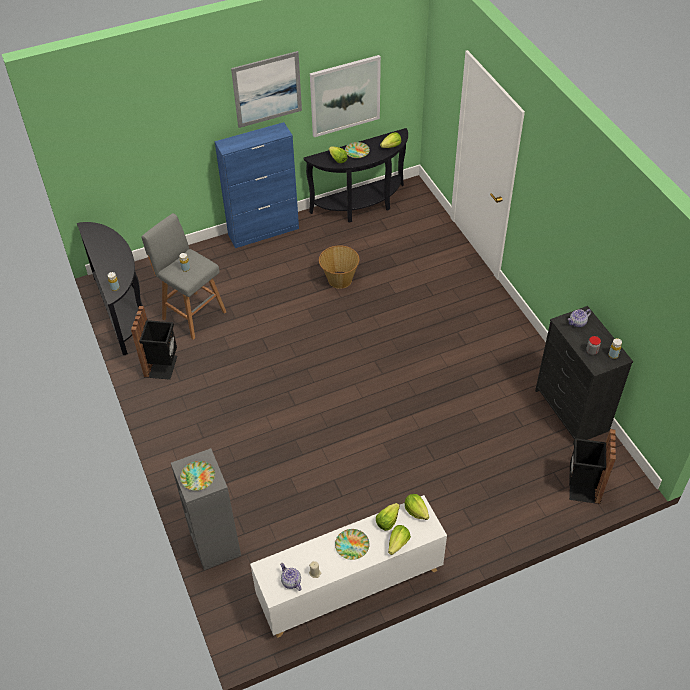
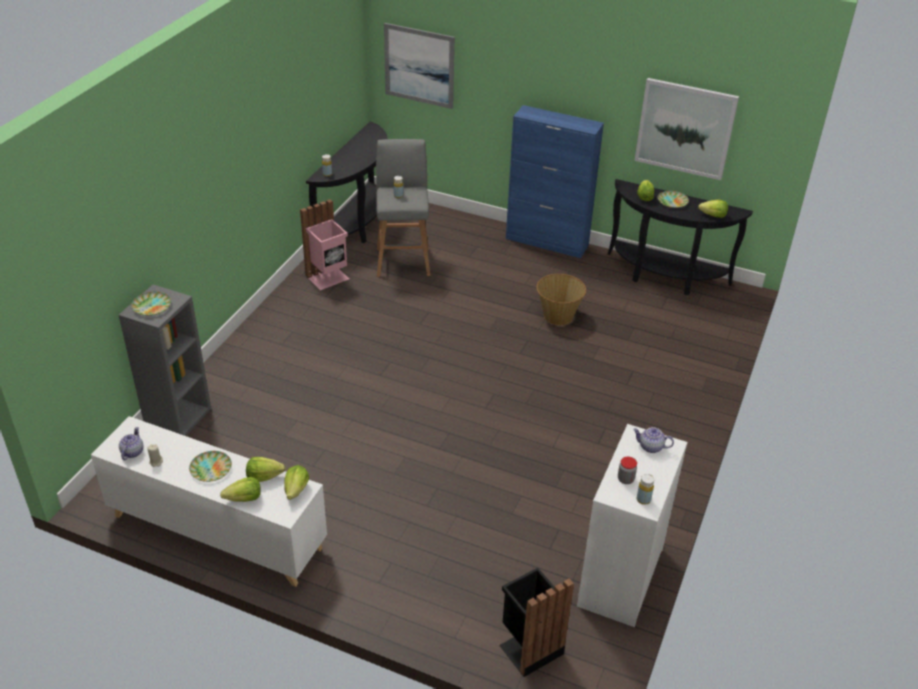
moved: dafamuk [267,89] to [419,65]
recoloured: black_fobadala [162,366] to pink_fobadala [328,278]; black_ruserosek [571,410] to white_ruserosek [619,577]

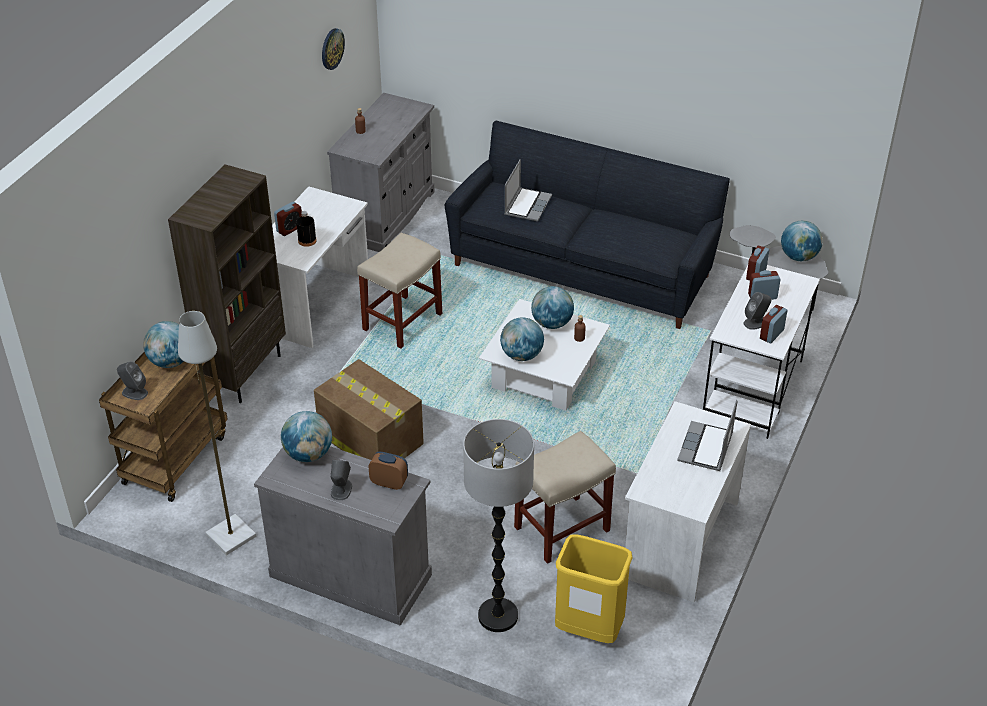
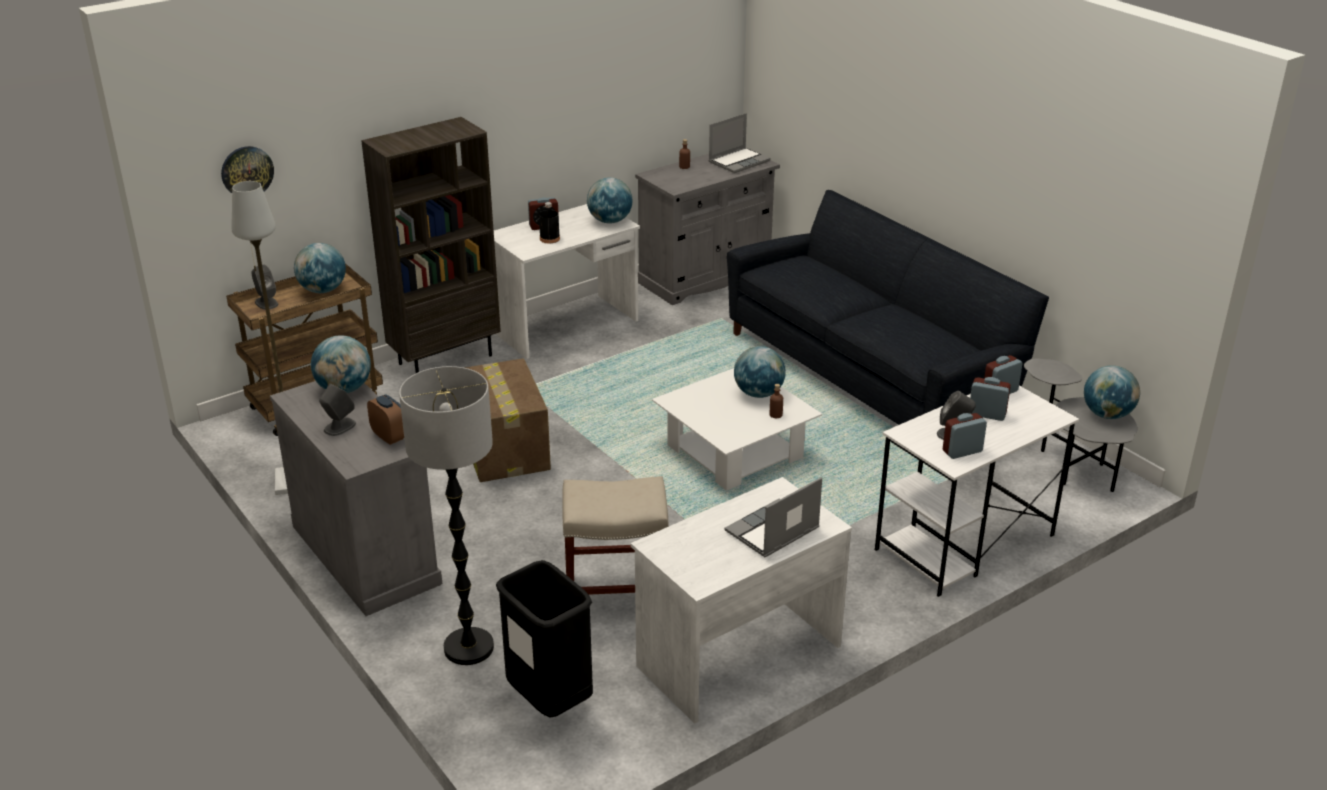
removed: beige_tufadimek [402,322]
moved: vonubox [332,48] to [247,171]; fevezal [521,355] to [610,221]; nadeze [527,205] to [739,161]
recoloured: yellow_fobadala [588,630] to black_fobadala [549,701]

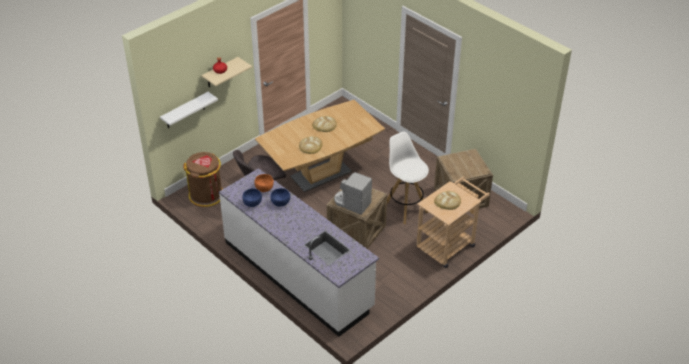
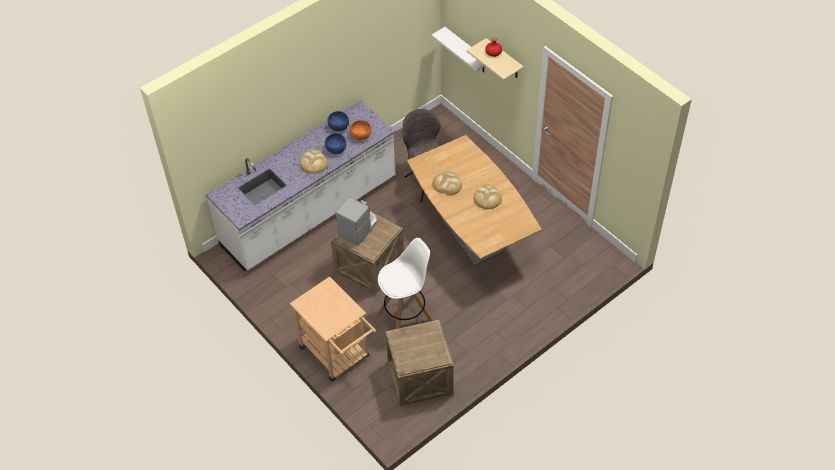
removed: brown_fobadala [206,195]
moved: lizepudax [447,201] to [313,163]

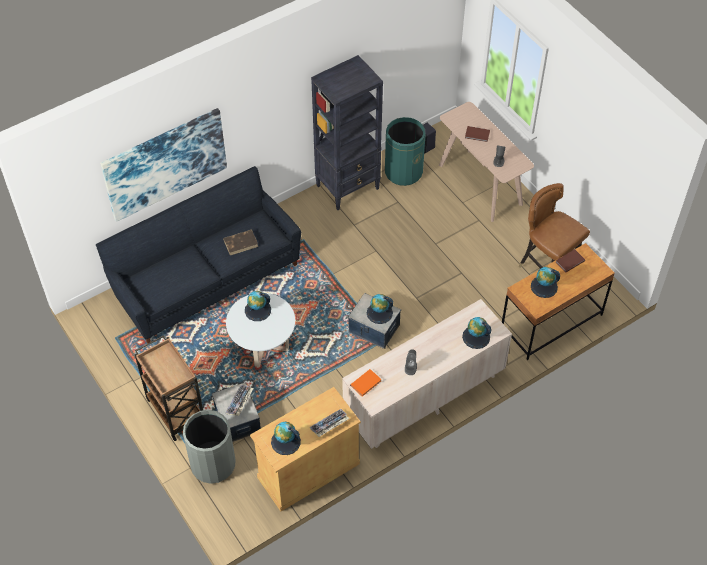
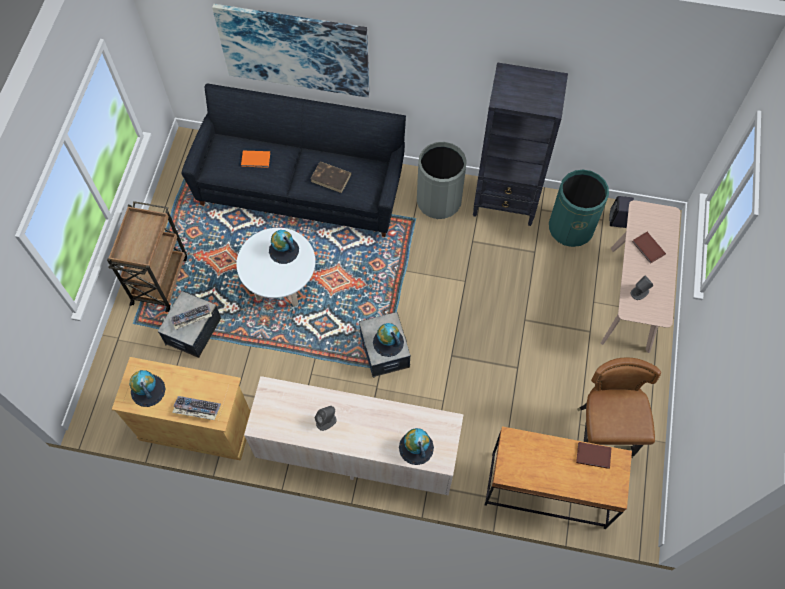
removed: fevezal [544,287]
moved: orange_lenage [366,383] to [256,160]; grey_fobadala [213,464] to [439,201]

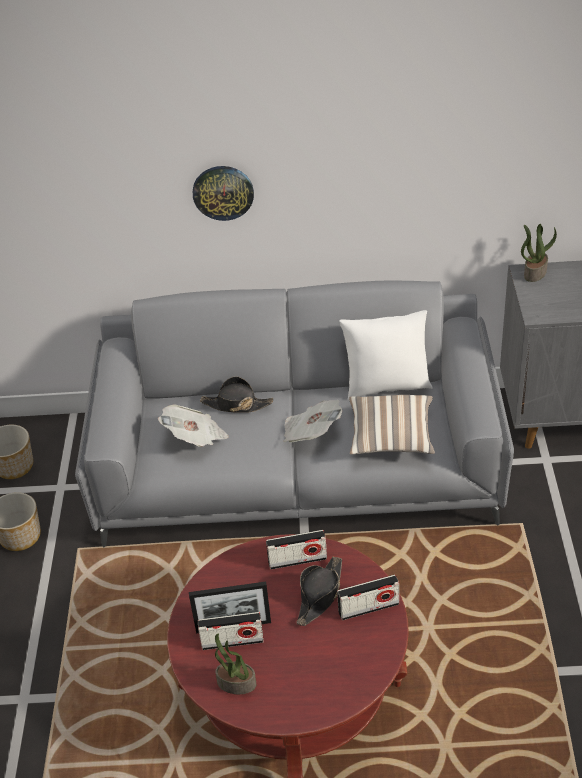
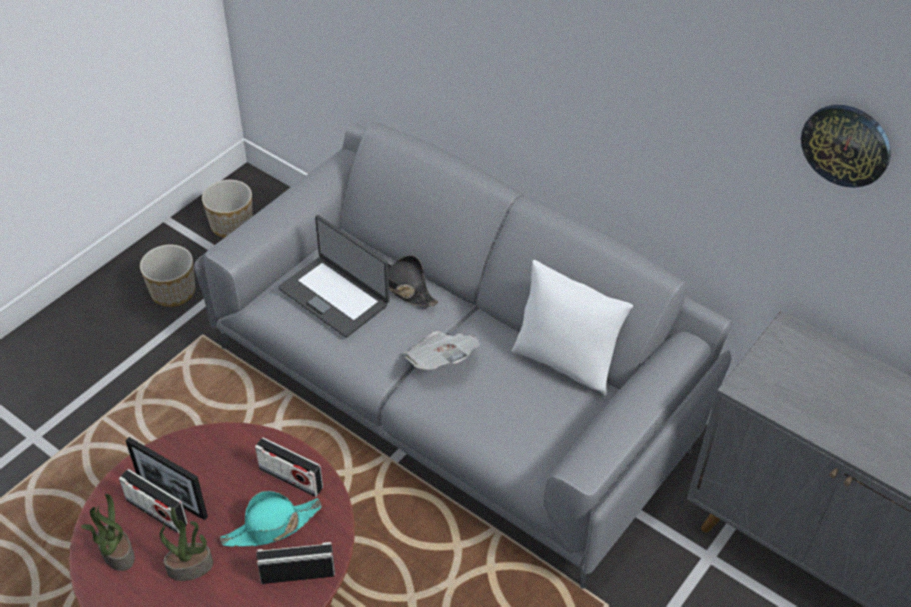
removed: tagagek [391,437]
moved: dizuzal [535,272] to [190,566]; vonubox [223,192] to [846,145]
replaced: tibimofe [196,438] to nadeze [335,296]
recoloured: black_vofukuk [320,595] to turquoise_vofukuk [272,527]
turned: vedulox [368,608] = [297,573] 150 degrees clockwise

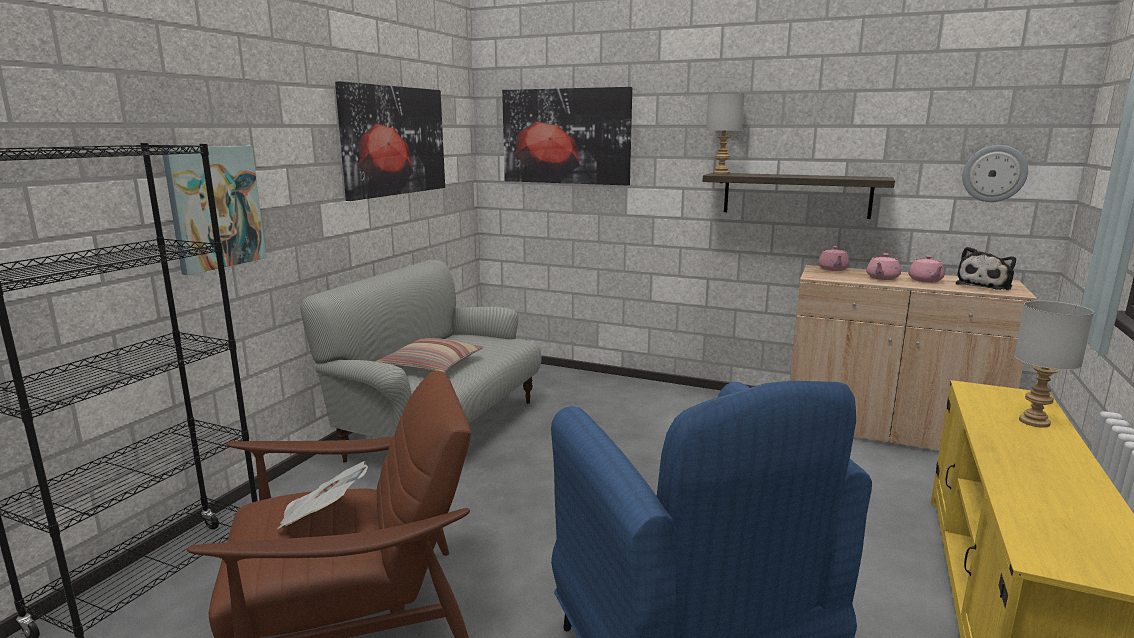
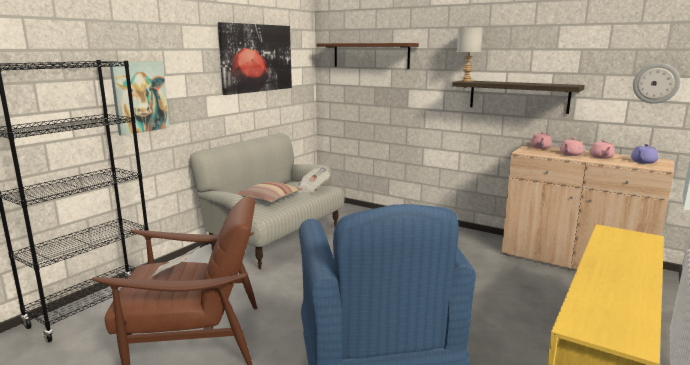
removed: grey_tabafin [1035,422]
added: tibimofe [312,189]
replaced: dafamuk [566,136] to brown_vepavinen [370,55]; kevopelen [985,285] to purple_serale [643,162]

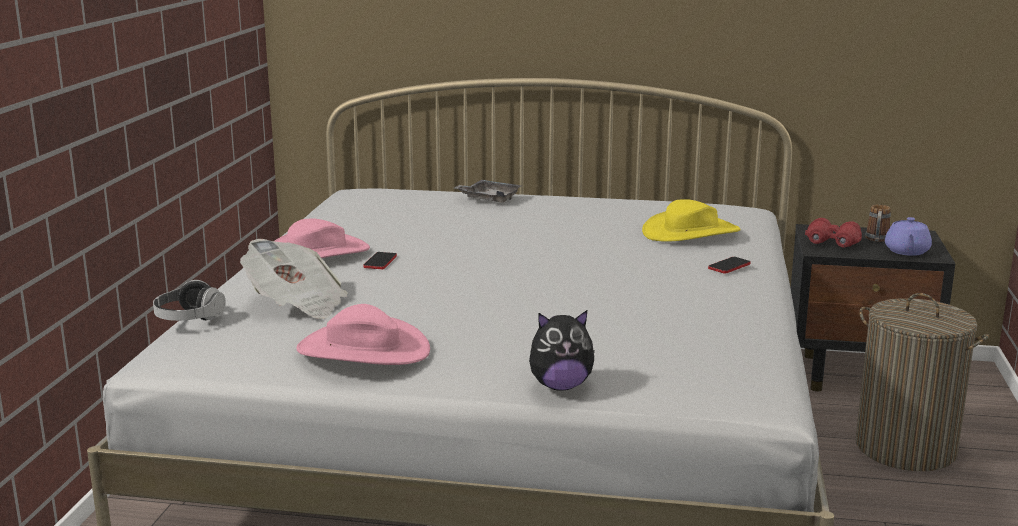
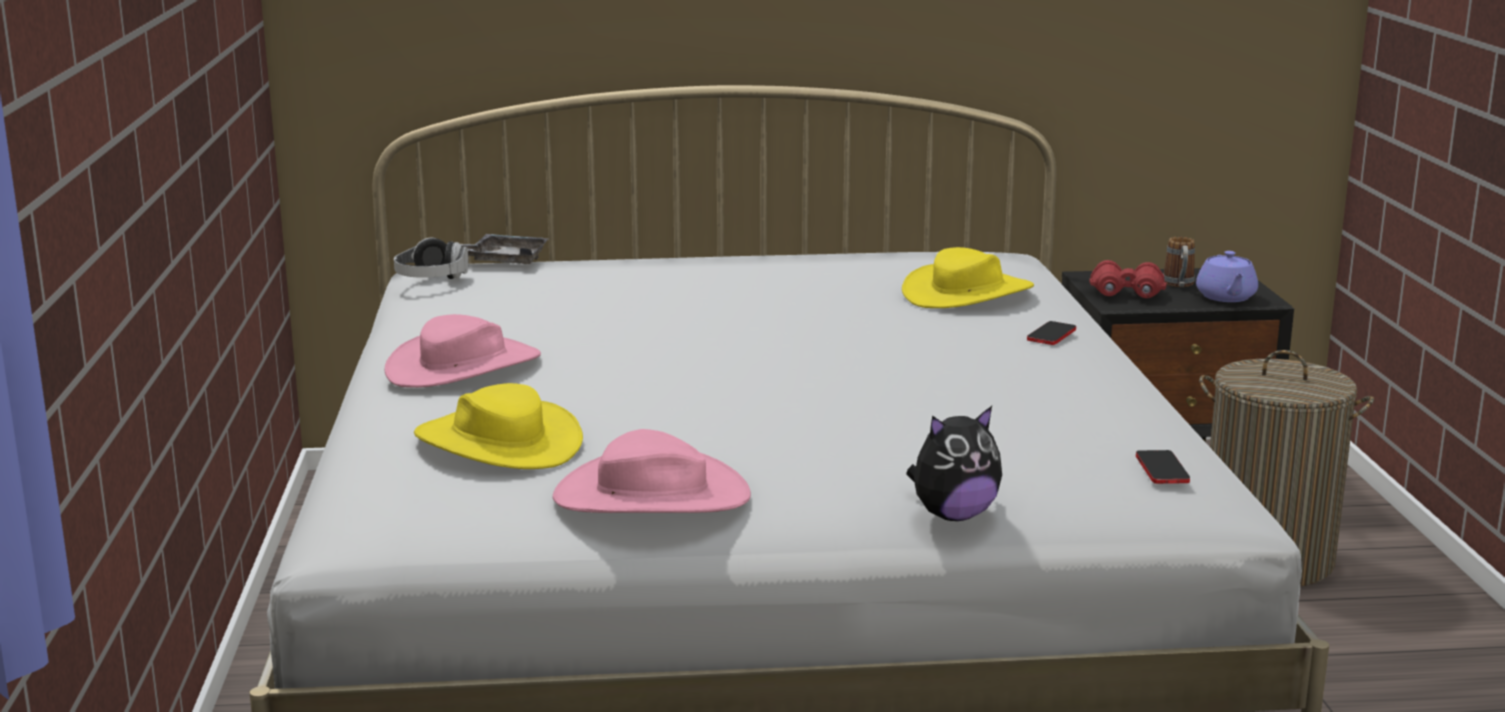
moved: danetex [189,319] to [431,280]; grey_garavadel [489,198] to [505,260]; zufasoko [380,262] to [1162,469]
replaced: tibimofe [296,304] to yellow_vofukuk [499,442]

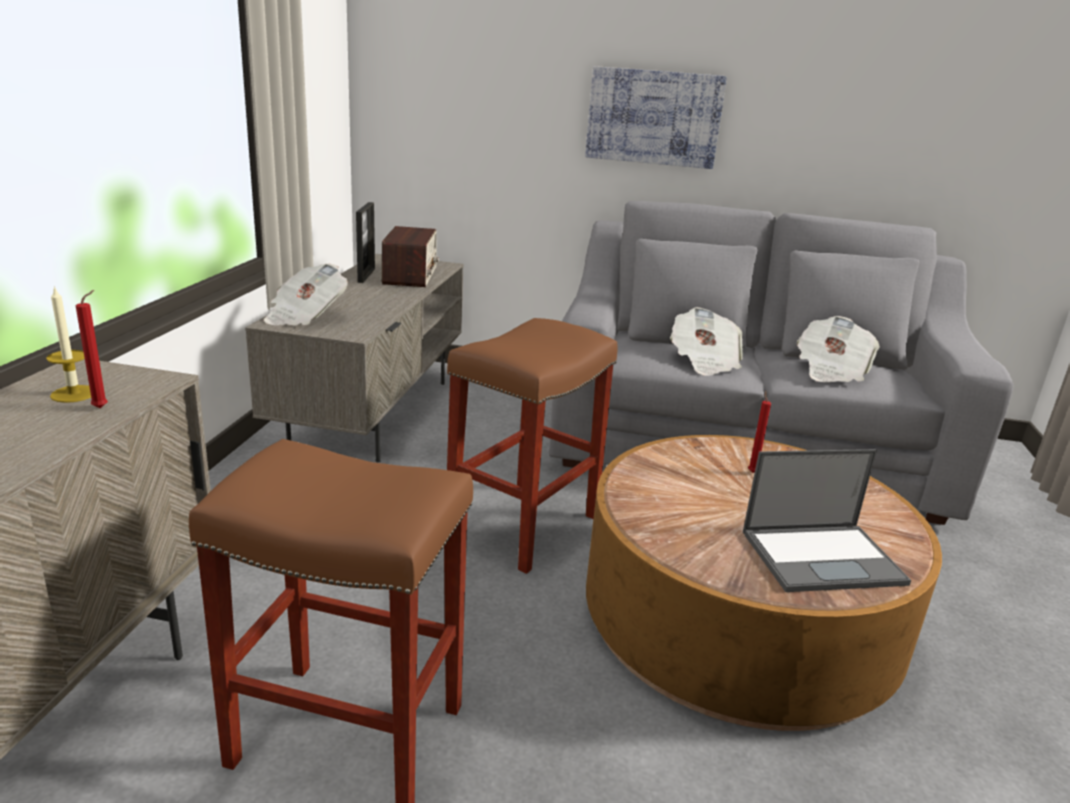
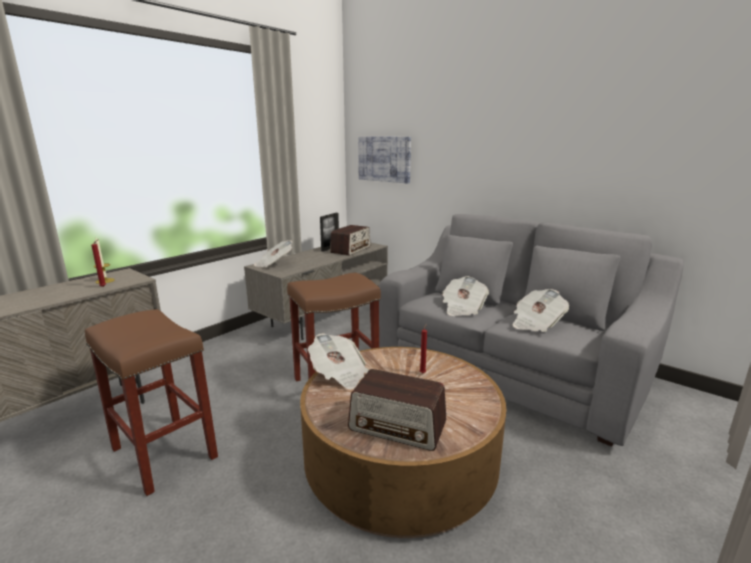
added: tibimofe [339,374]
moved: dafamuk [653,117] to [384,159]
replaced: nadeze [823,557] to vedulox [398,426]

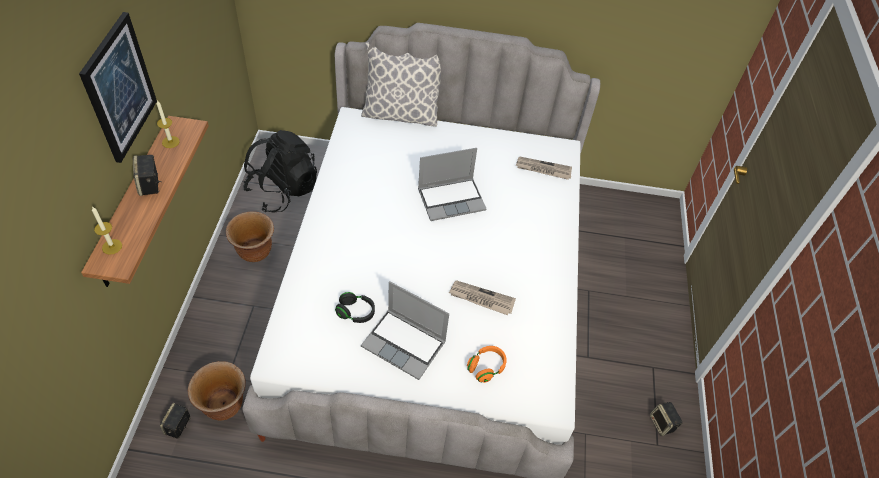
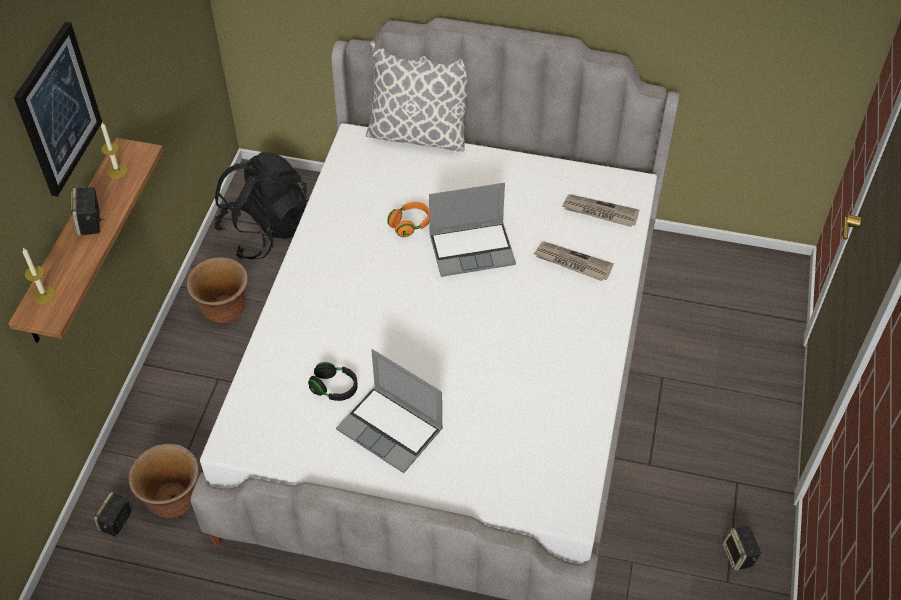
moved: orange_danetex [486,367] to [410,225]; tibimofe [481,299] to [572,263]

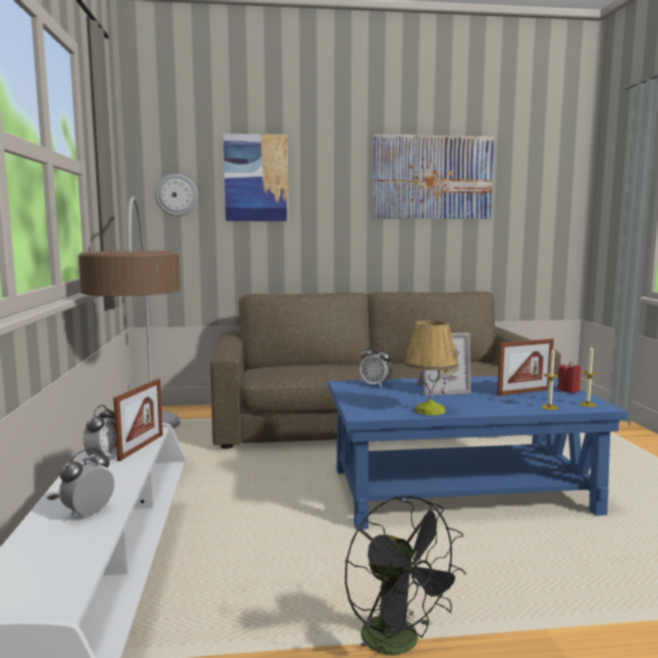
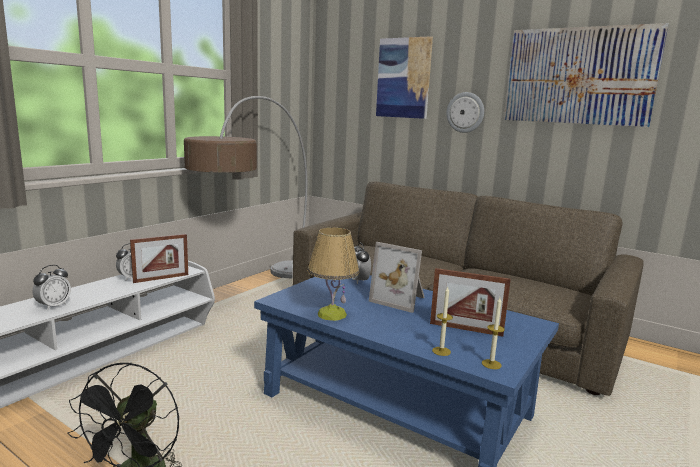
removed: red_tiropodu [568,390]
moved: vonubox [176,195] to [465,112]
turned: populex [89,513] = [53,306] 135 degrees clockwise

